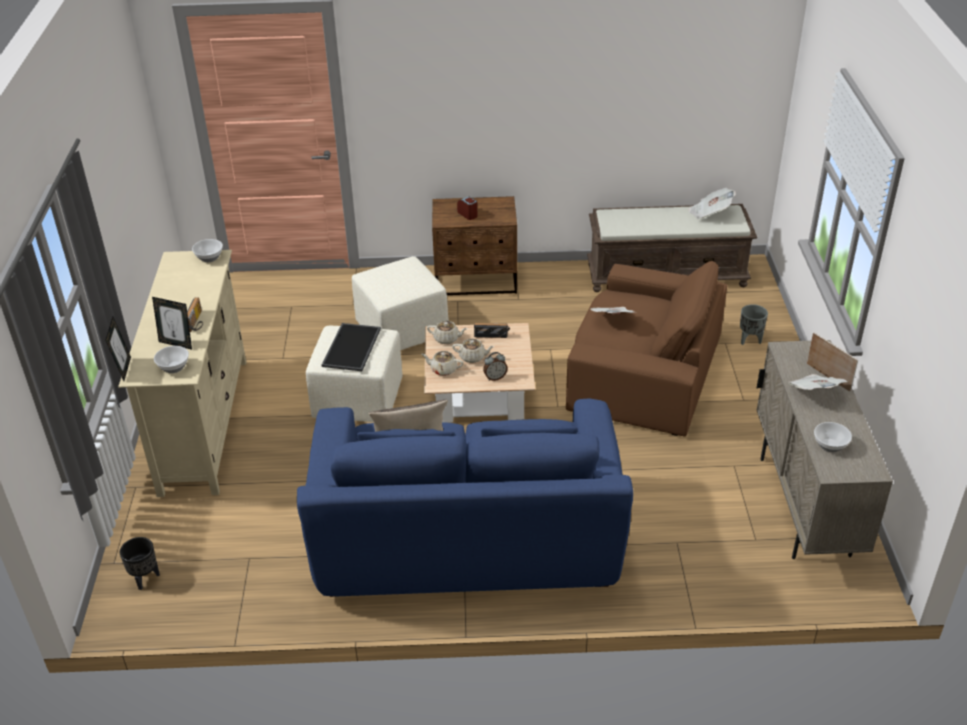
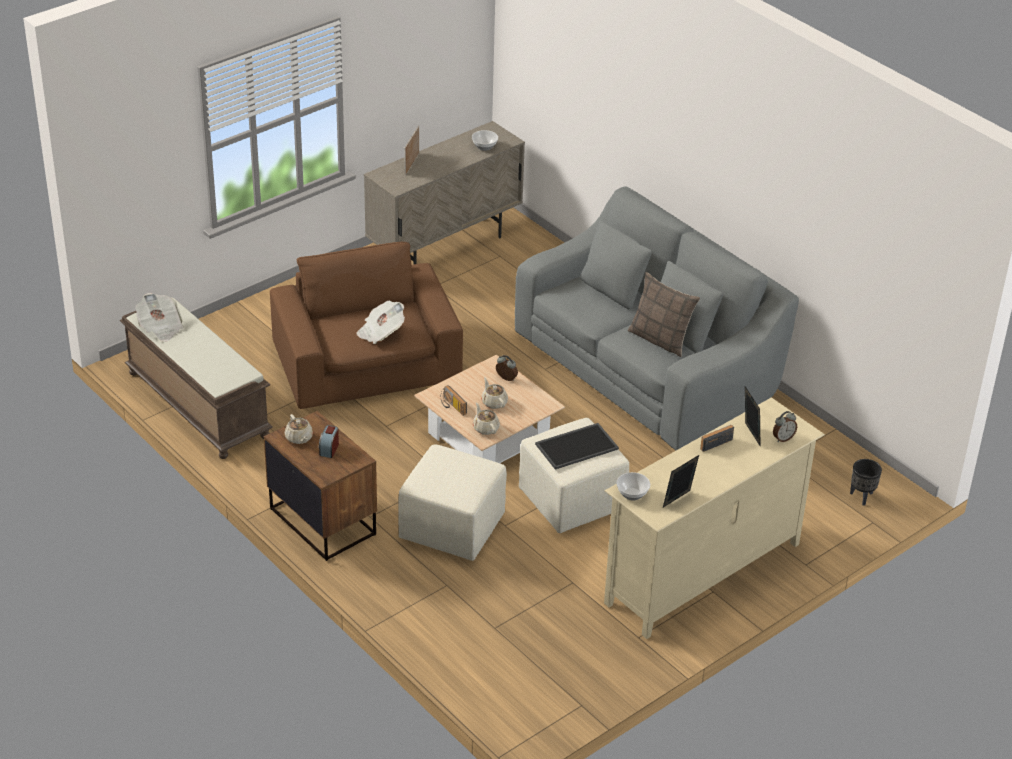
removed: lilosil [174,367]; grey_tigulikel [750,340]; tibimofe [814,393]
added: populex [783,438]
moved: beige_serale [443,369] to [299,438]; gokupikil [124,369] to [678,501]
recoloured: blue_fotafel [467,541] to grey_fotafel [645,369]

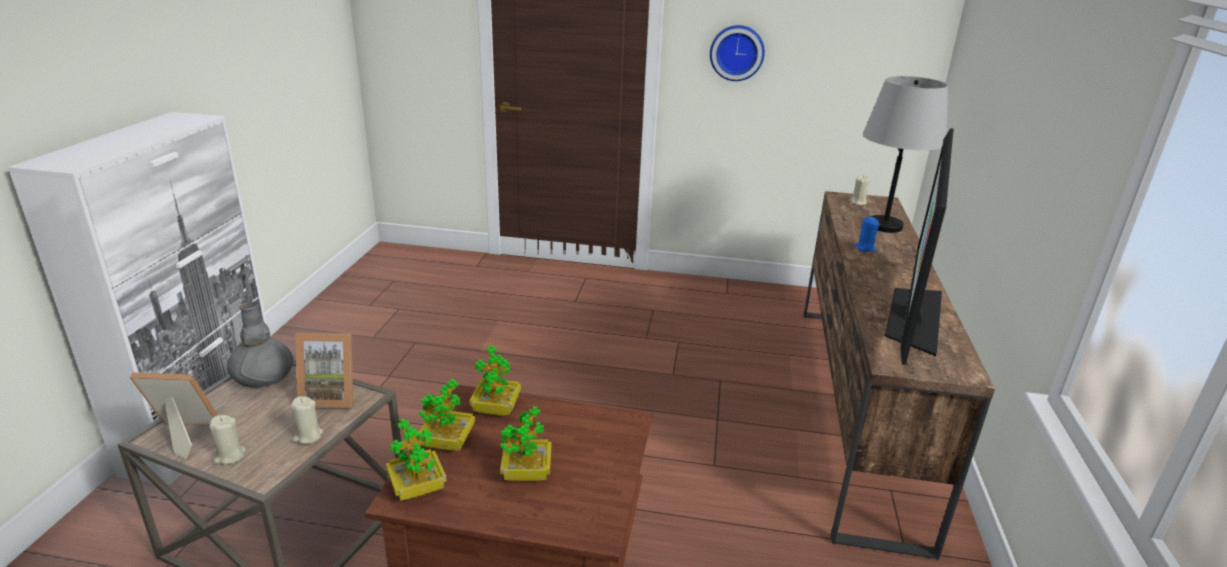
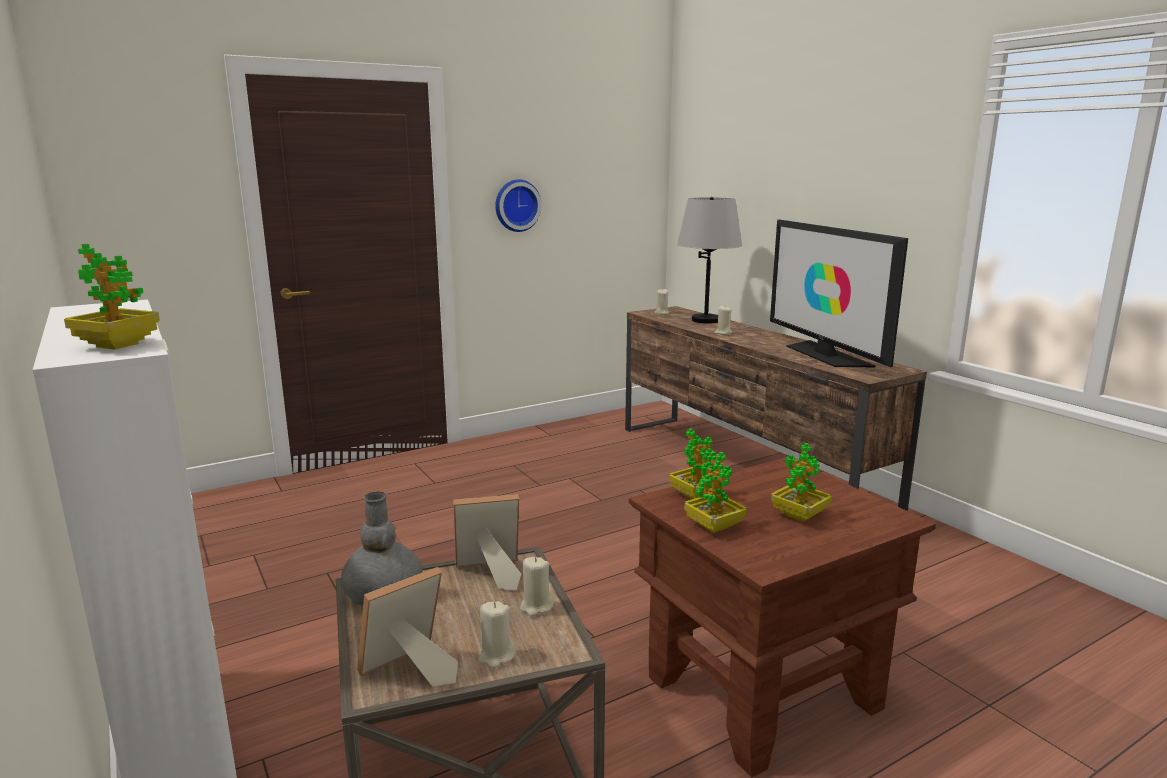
moved: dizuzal [417,488] to [117,345]
recoloured: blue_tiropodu [864,248] to beige_tiropodu [723,333]
turned: gokupikil [331,395] = [489,574] 150 degrees counterclockwise

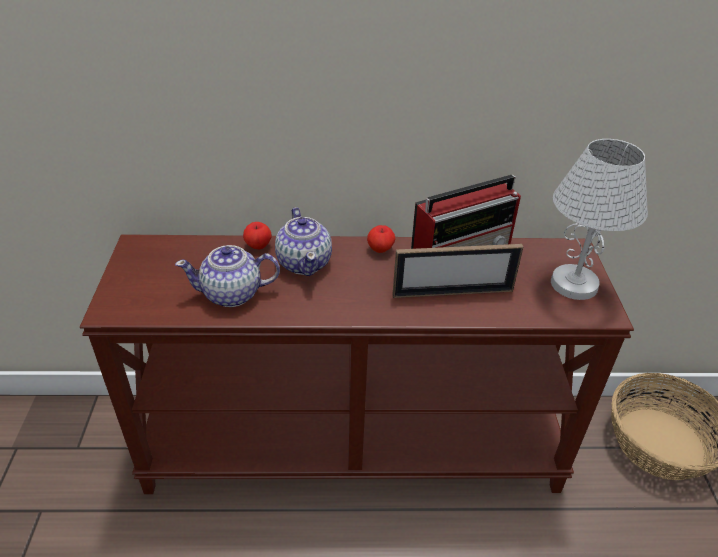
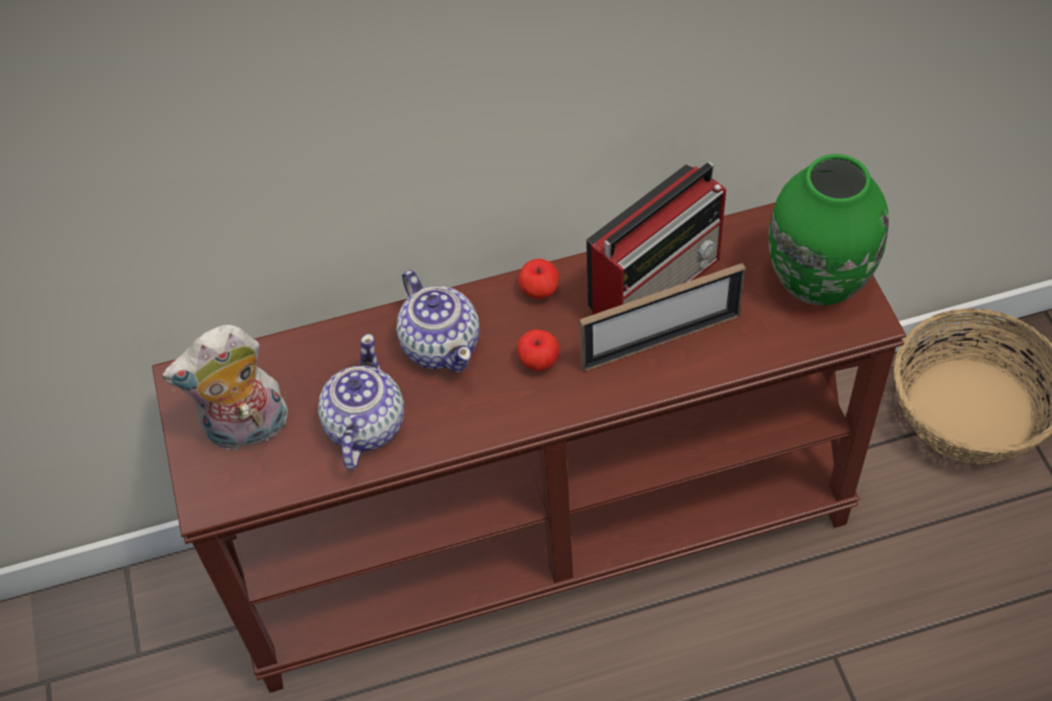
added: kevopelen [247,430]
moved: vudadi [258,246] to [538,361]
replaced: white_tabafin [573,283] to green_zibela [817,280]
turned: serale [233,294] = [364,426] 120 degrees clockwise

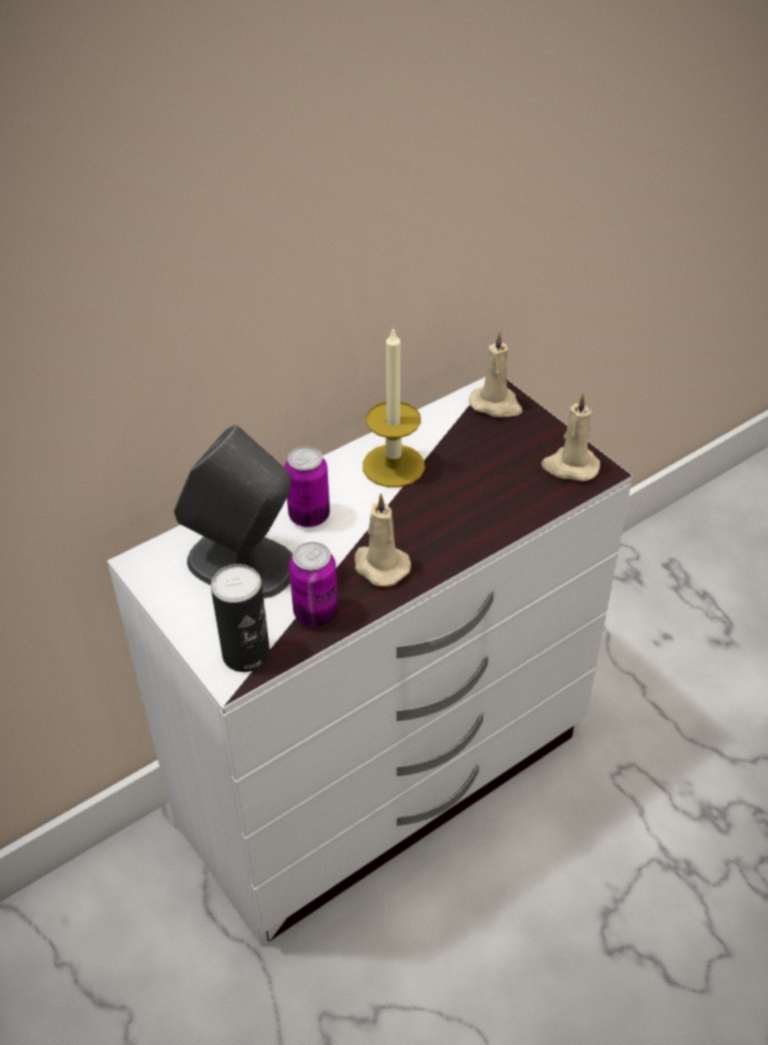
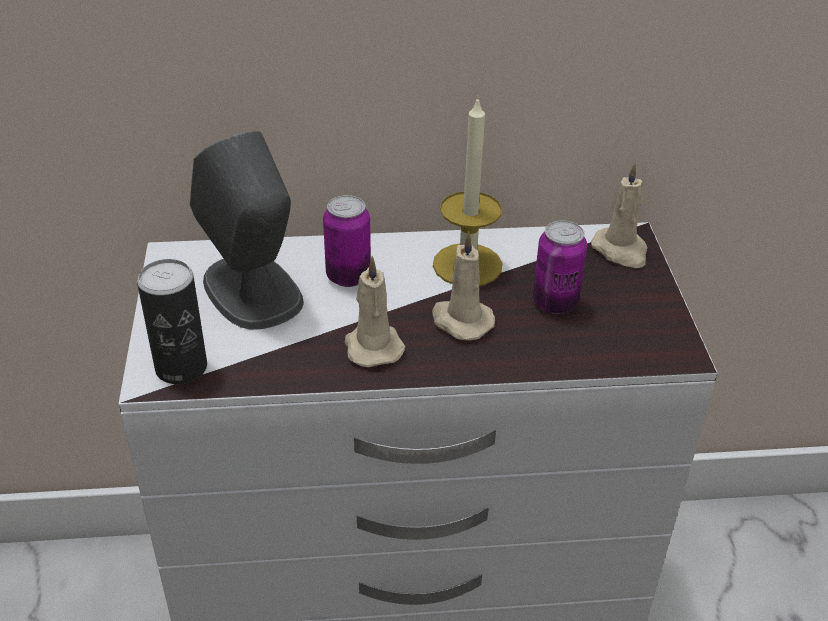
moved: beige_tiropodu [570,466] to [460,321]; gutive [316,613] to [555,303]

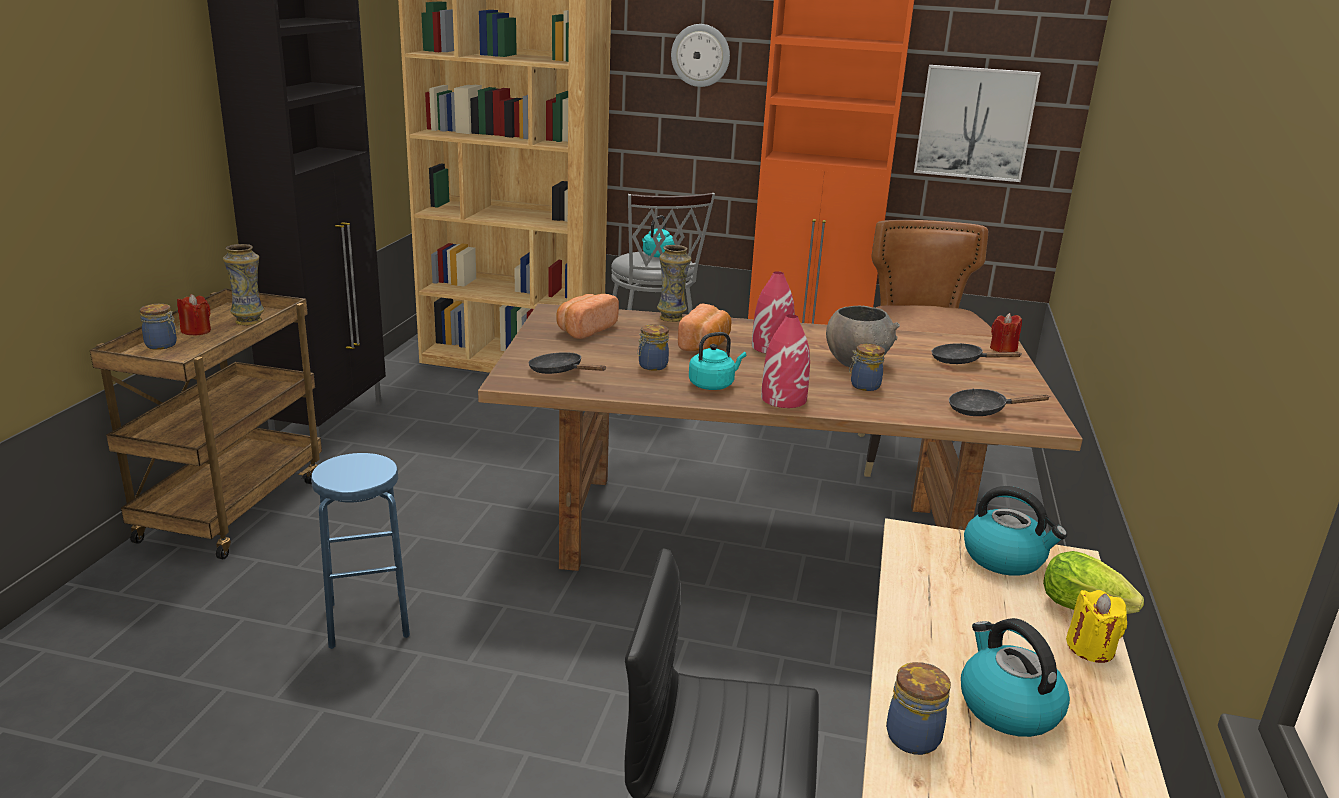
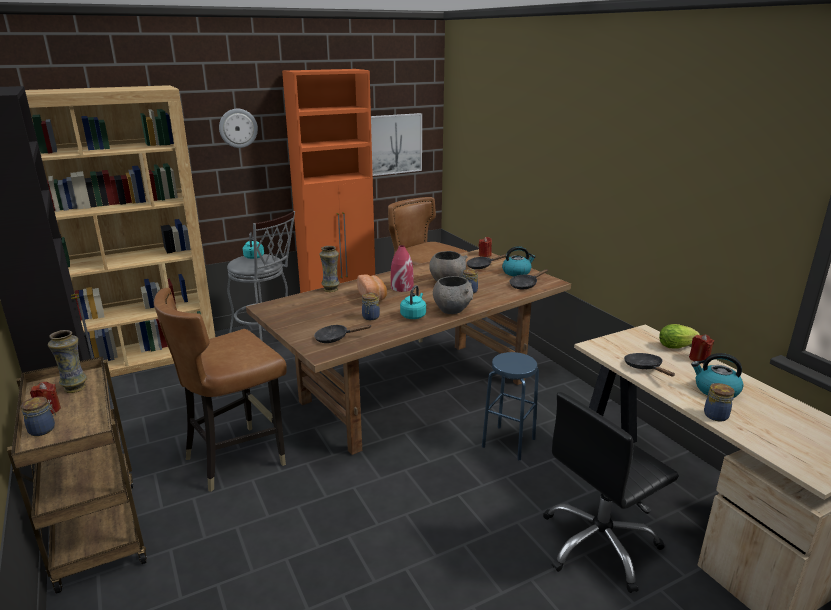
removed: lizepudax [584,329]
added: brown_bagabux [236,458]; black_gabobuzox [645,368]
moved: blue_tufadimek [367,620] to [508,443]; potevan [1005,558] to [517,272]
replaced: red_zibela [783,399] to grey_lilosil [452,310]
recoloured: yellow_tiropodu [1090,648] to red_tiropodu [699,359]

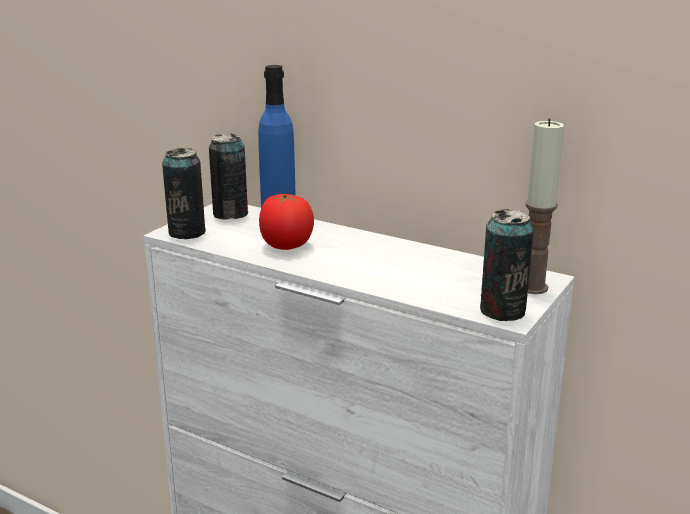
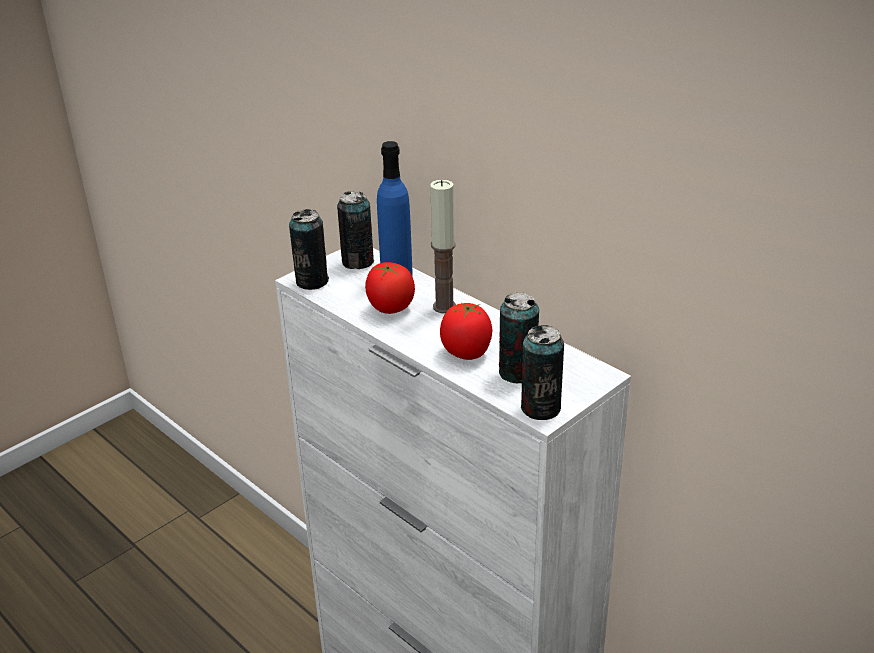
added: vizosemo [467,352]; gutive [517,373]
moved: tiropodu [533,287] to [444,307]

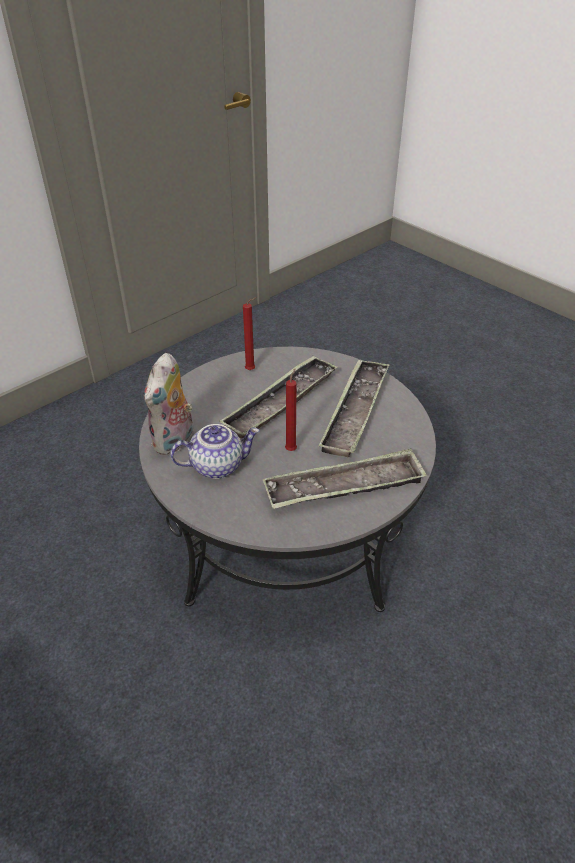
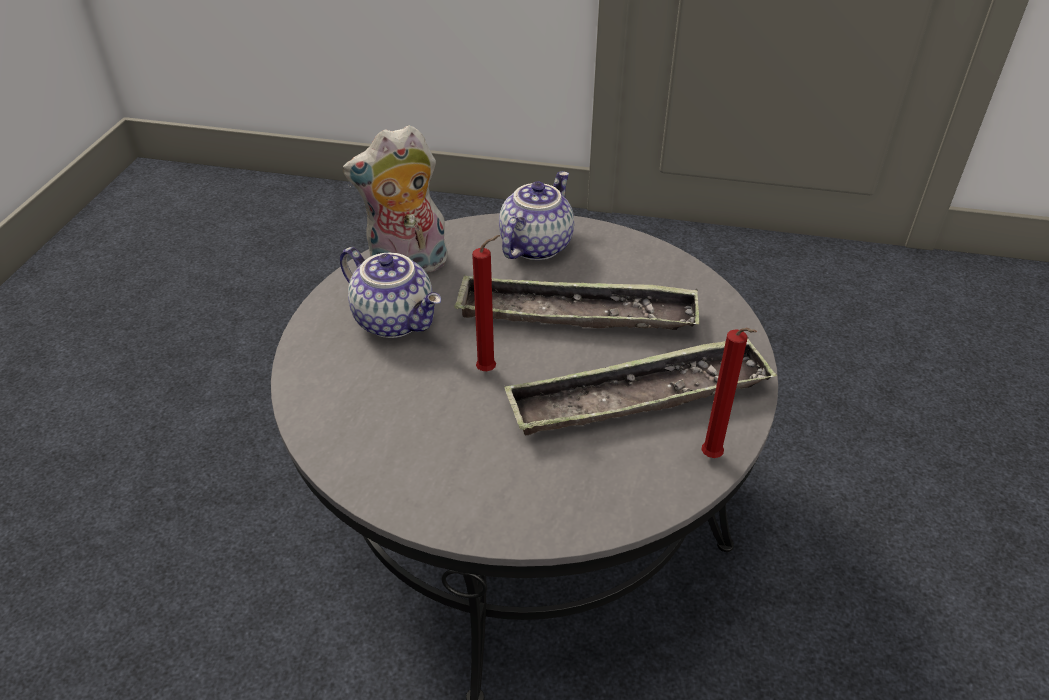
removed: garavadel [344,487]
added: serale [534,245]
moved: red_tiropodu [252,370] to [713,458]

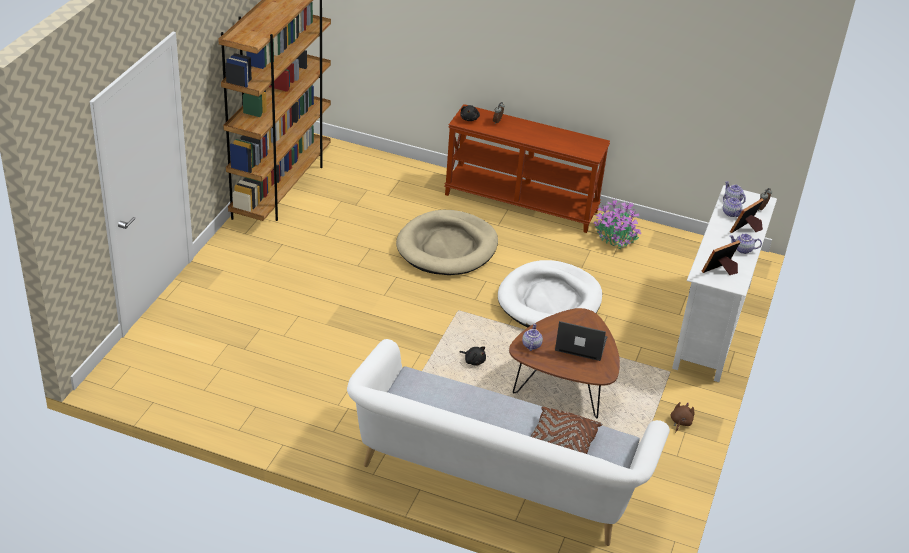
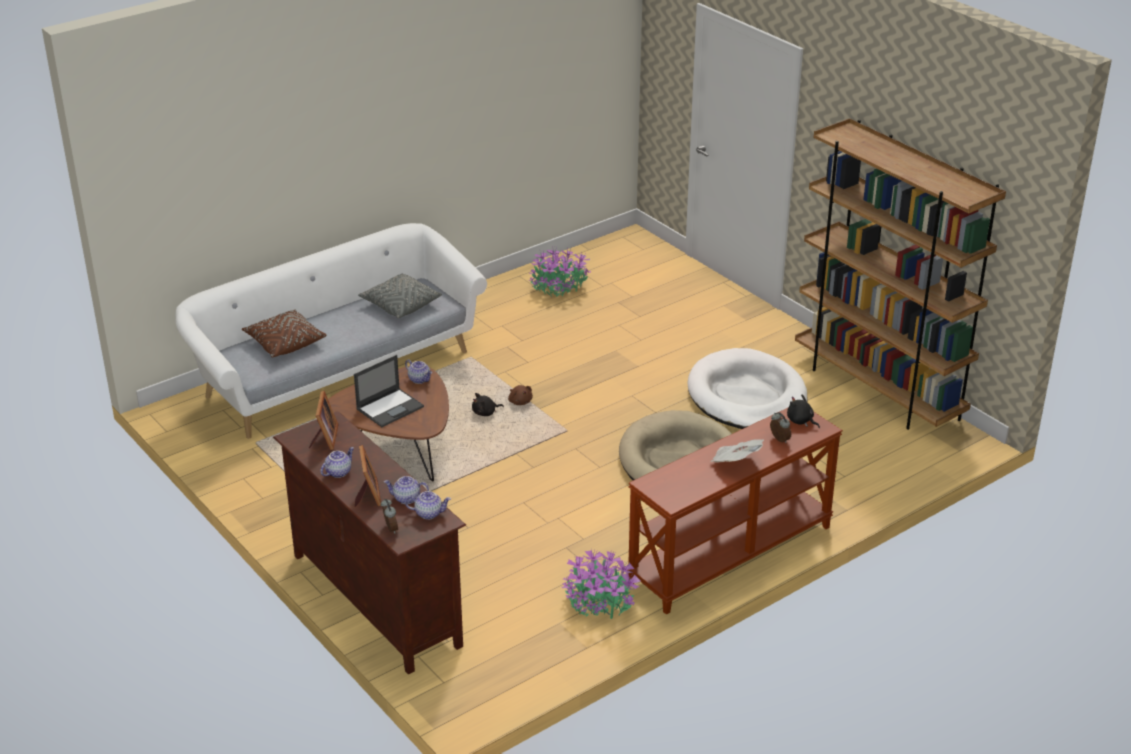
added: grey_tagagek [400,305]; dizuzal [559,287]; tibimofe [735,462]
moved: brown_kevopelen [680,422] to [520,401]; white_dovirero [549,300] to [747,396]
recoloured: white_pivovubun [713,326] to brown_pivovubun [374,600]

